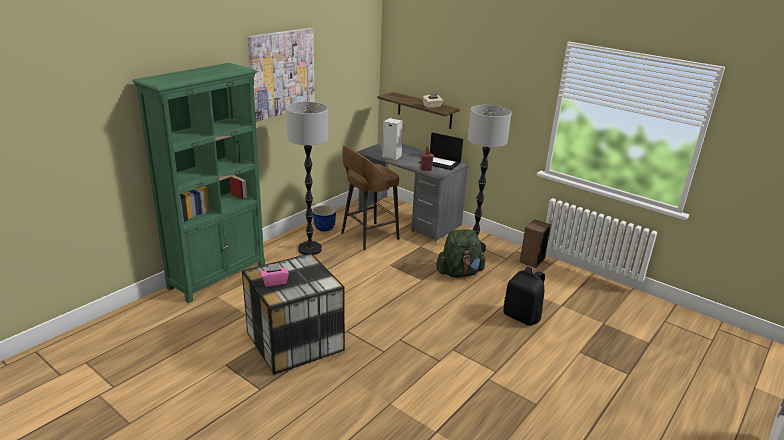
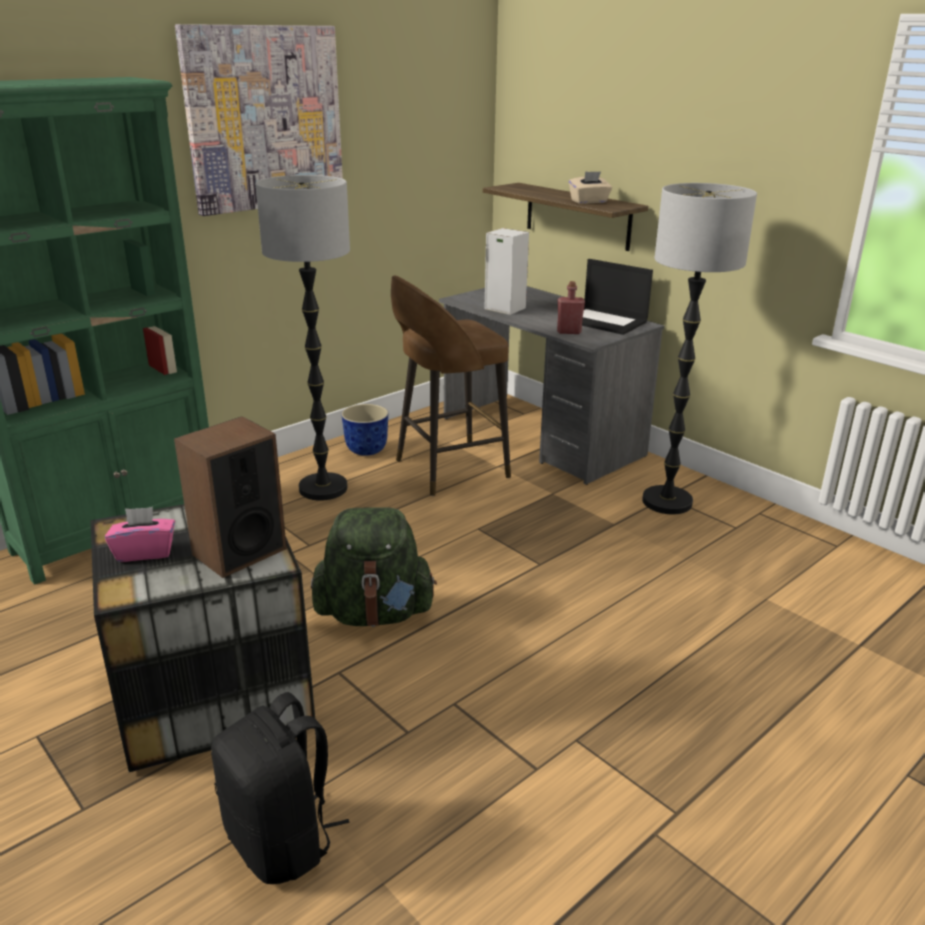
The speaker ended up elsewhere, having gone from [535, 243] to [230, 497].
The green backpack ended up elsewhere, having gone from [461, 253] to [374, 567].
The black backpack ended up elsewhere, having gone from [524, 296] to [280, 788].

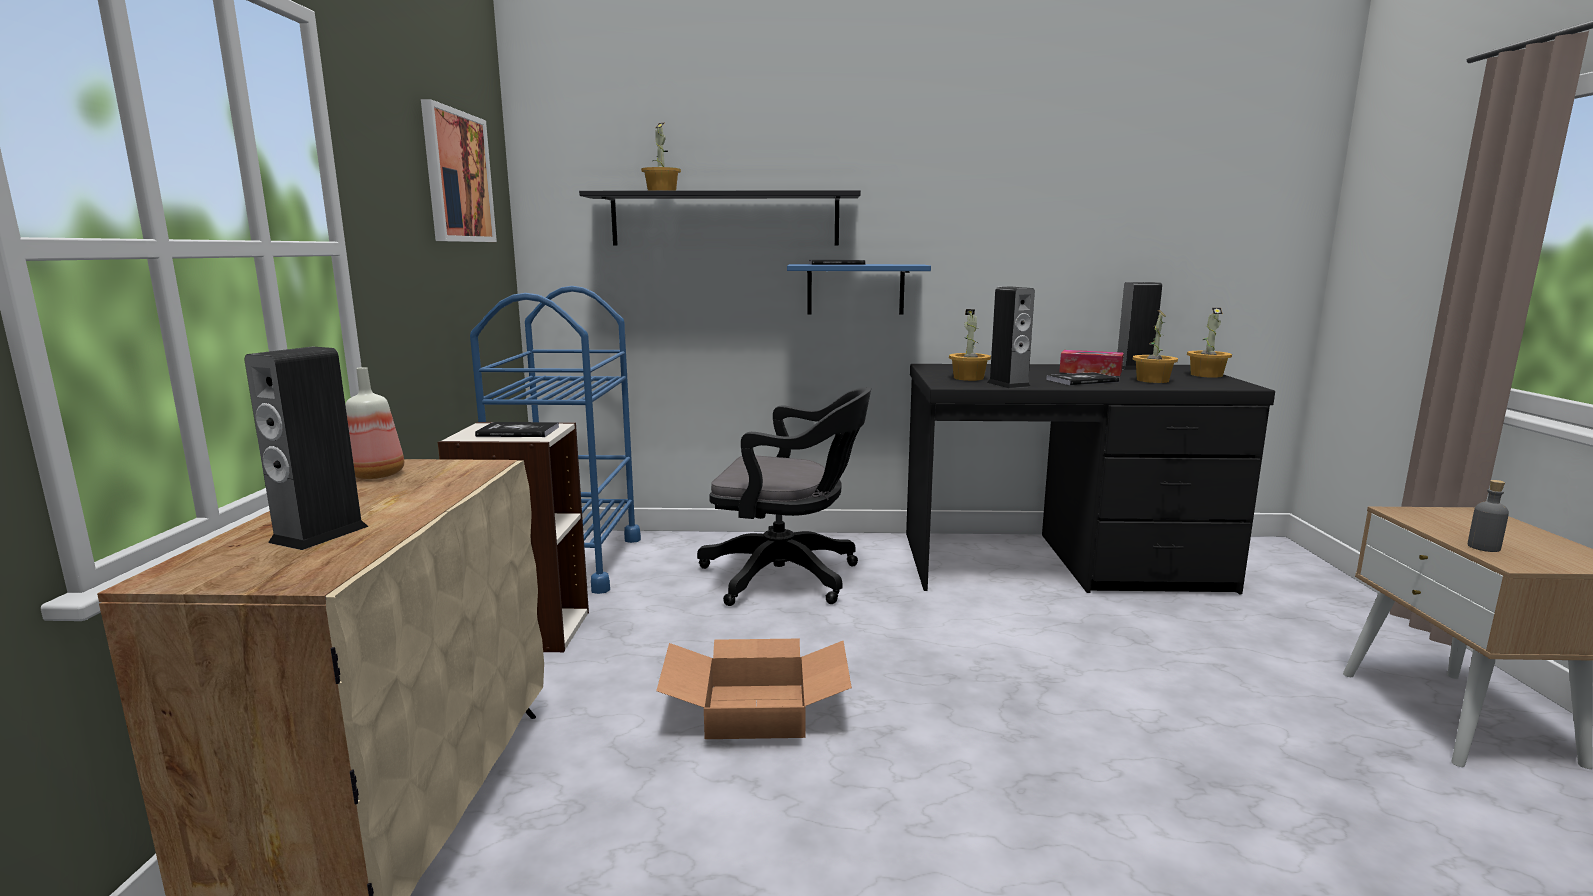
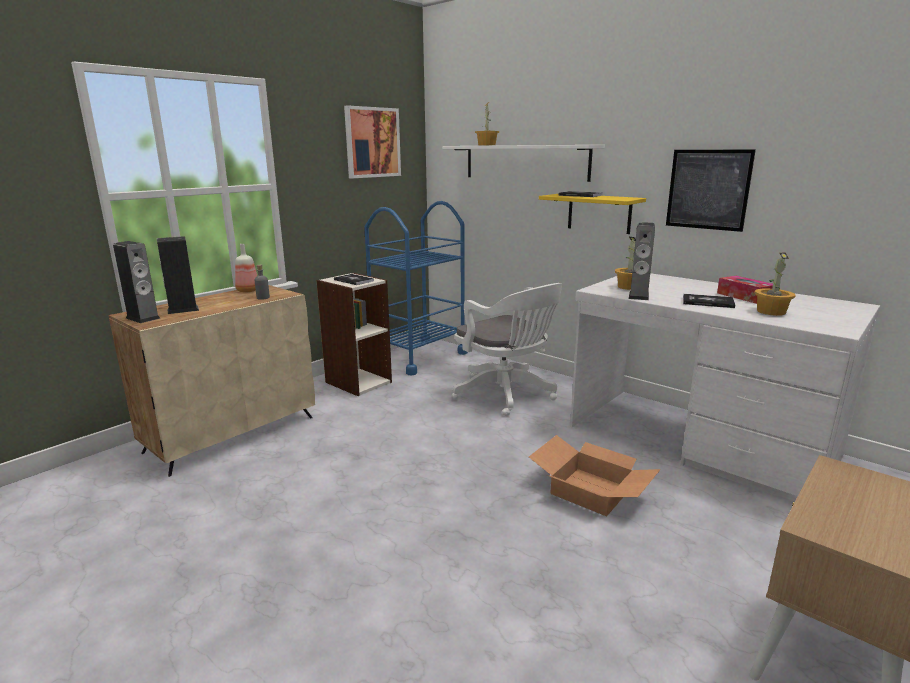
What was the black shelf at [720, 217] turned into the white shelf at [523, 163].
What was the blue shelf at [859, 289] turned into the yellow shelf at [592, 214].
The speaker ended up elsewhere, having gone from [1140, 326] to [137, 282].
The second view lost the potted plant at [1209, 343].
What was the black desk at [1090, 479] turned into the white desk at [725, 387].
What was the black office chair at [784, 496] turned into the white office chair at [507, 349].
The grey bottle ended up elsewhere, having gone from [1488, 516] to [262, 282].
The cardboard box ended up elsewhere, having gone from [754, 689] to [595, 475].
The second view gained the picture at [711, 191].

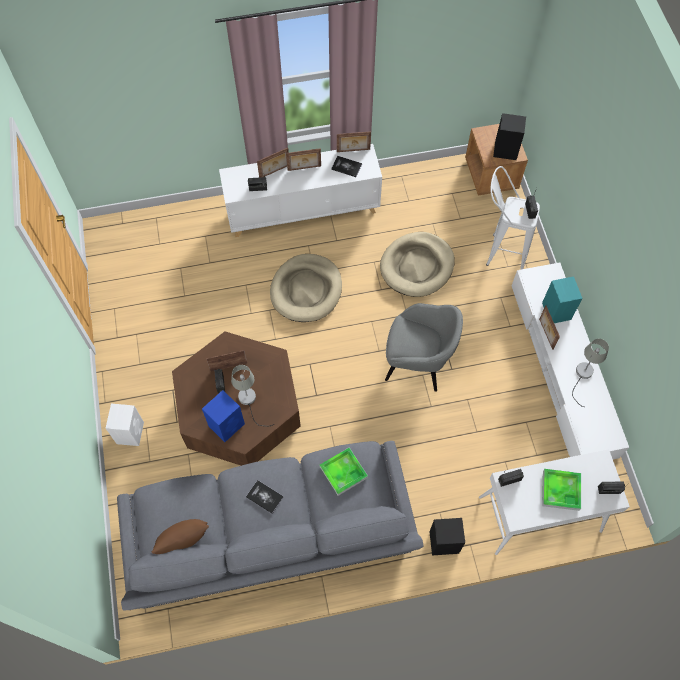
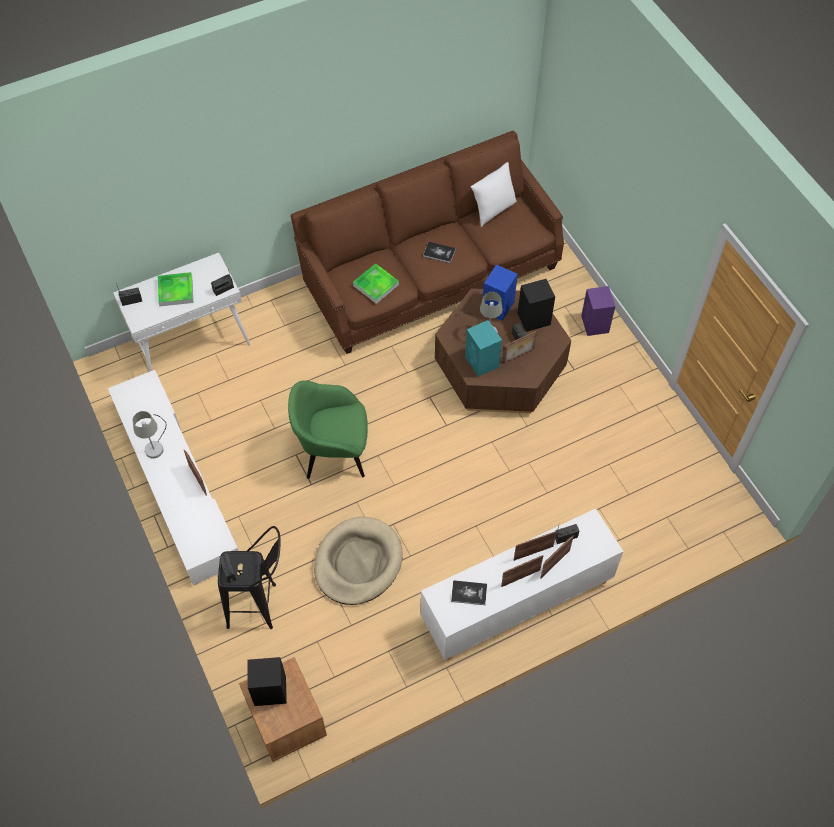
The picture frame ended up elsewhere, having gone from [354, 141] to [535, 546].
What was the white stool at [513, 217] turned into the black stool at [249, 577].
The second view lost the beige dog bed at [306, 288].
The turquoise speaker ended up elsewhere, having gone from [562, 299] to [483, 348].
What was the grey armchair at [424, 347] turned into the green armchair at [328, 429].
What was the white speaker at [125, 425] turned into the purple speaker at [598, 311].
What was the grey sofa at [270, 526] turned into the brown sofa at [427, 242].
The black speaker ended up elsewhere, having gone from [447, 536] to [536, 305].
What was the brown pillow at [180, 536] turned into the white pillow at [494, 194].

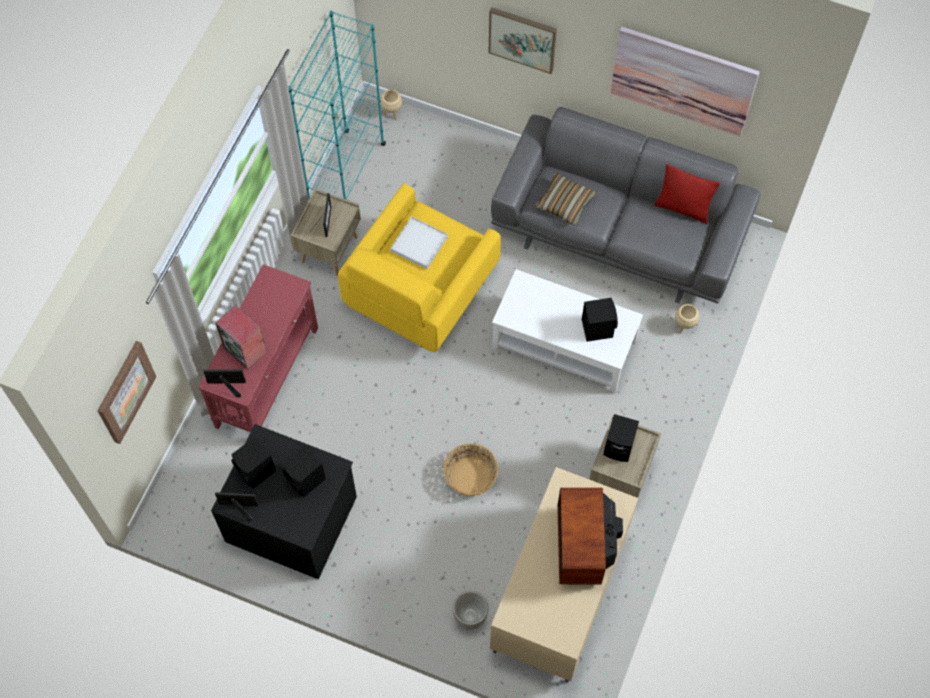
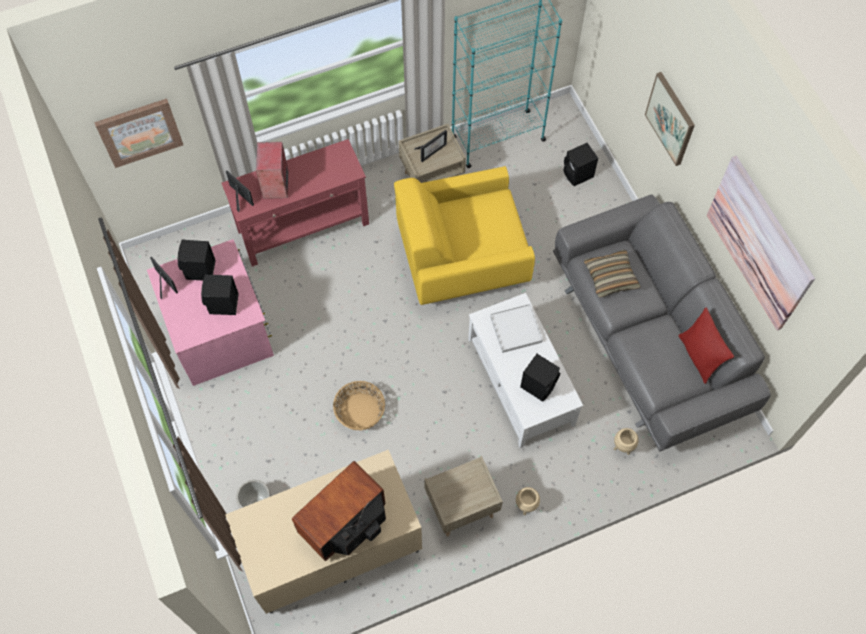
The beige planter ended up elsewhere, having gone from [391, 104] to [528, 501].
The white tray ended up elsewhere, having gone from [419, 242] to [516, 328].
The black speaker ended up elsewhere, having gone from [621, 438] to [580, 164].
What was the black dresser at [284, 501] turned into the pink dresser at [210, 312].

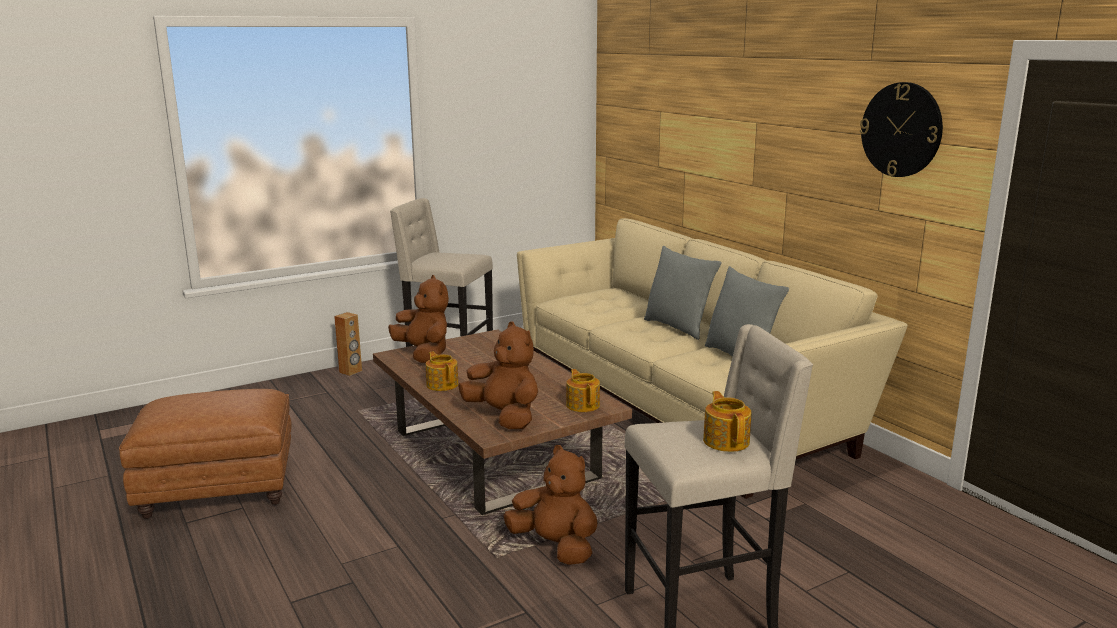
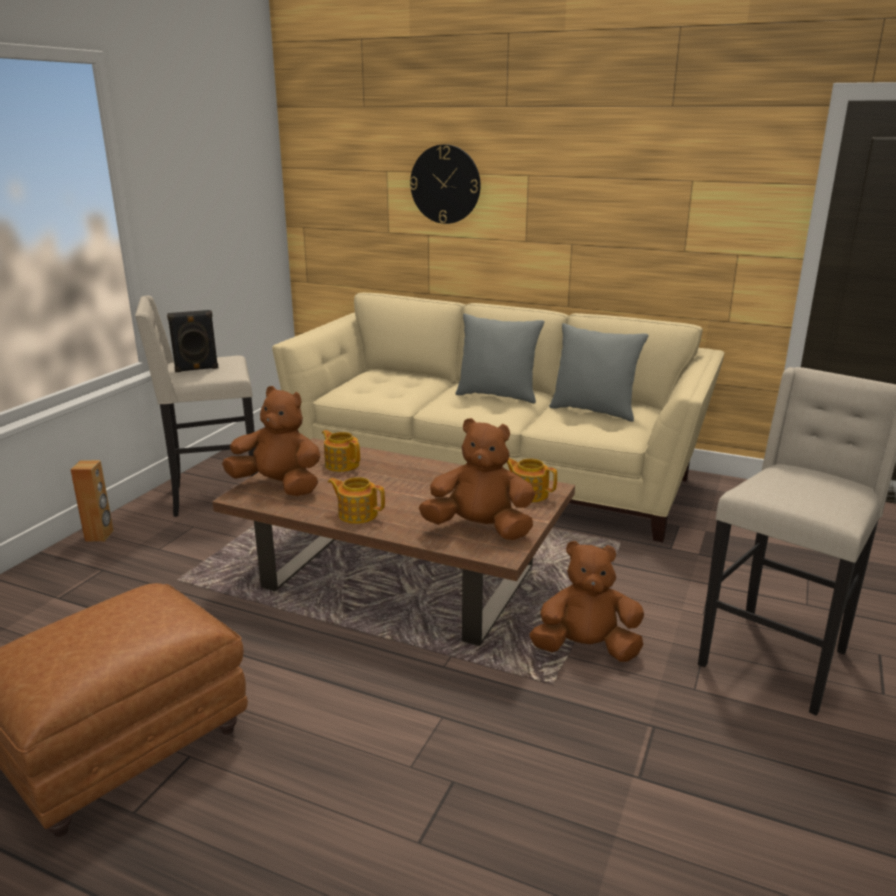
The wall clock ended up elsewhere, having gone from [901, 129] to [445, 184].
The teapot ended up elsewhere, having gone from [727, 421] to [341, 451].
The second view gained the black speaker at [192, 341].

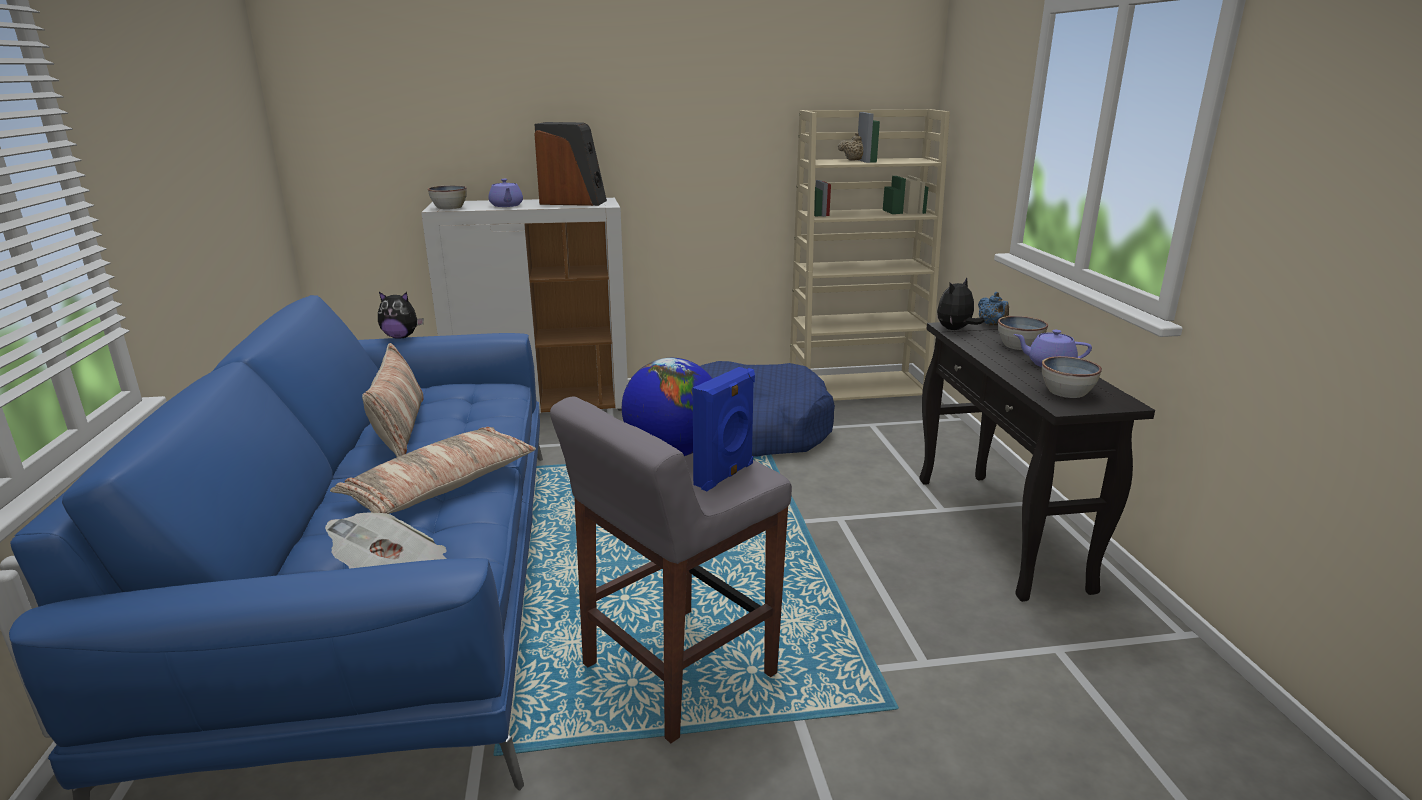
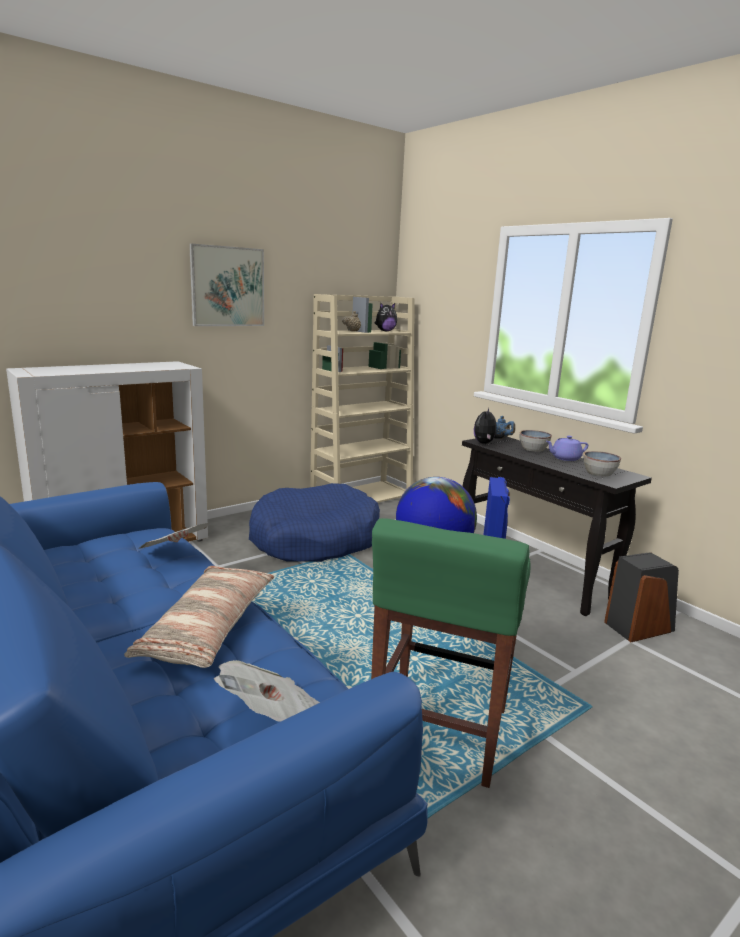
The speaker ended up elsewhere, having gone from [570, 164] to [641, 597].
The second view lost the purple teapot at [506, 193].
The second view lost the bowl at [447, 197].
The plush toy ended up elsewhere, having gone from [401, 315] to [386, 317].
The second view lost the pillow at [393, 400].
What was the grey stool at [671, 569] turned into the green stool at [451, 653].
The second view gained the picture at [226, 285].
The second view gained the newspaper at [174, 536].

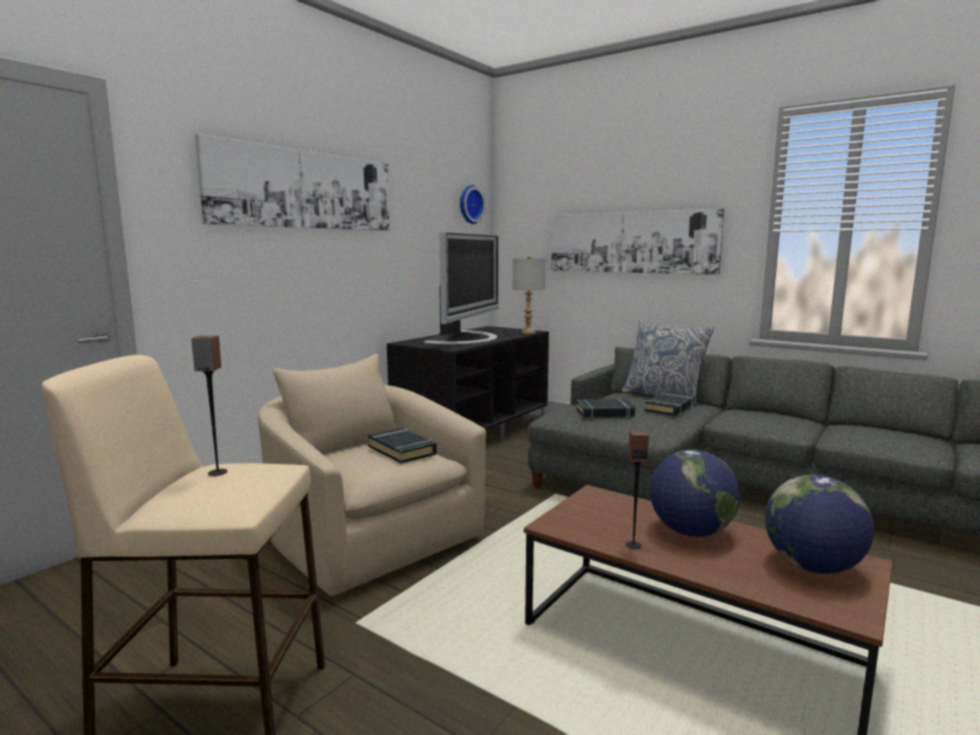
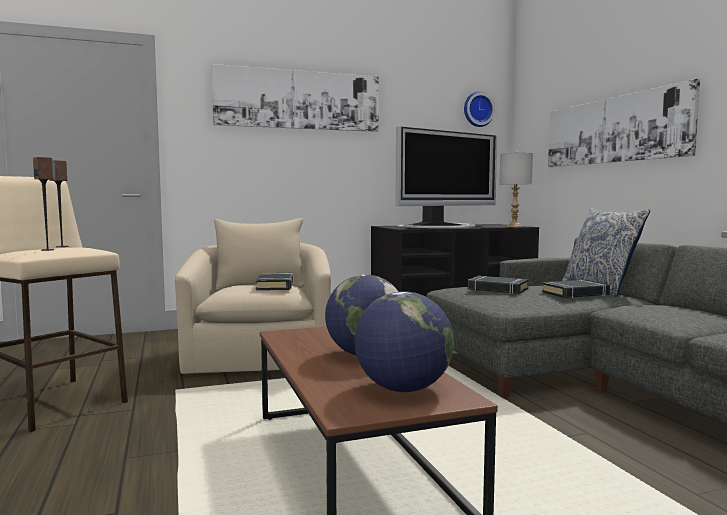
The speaker ended up elsewhere, having gone from [637, 489] to [44, 204].

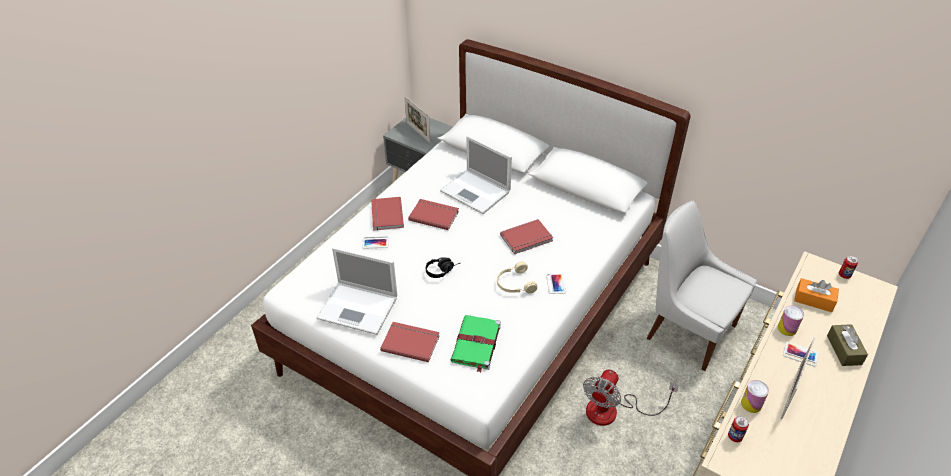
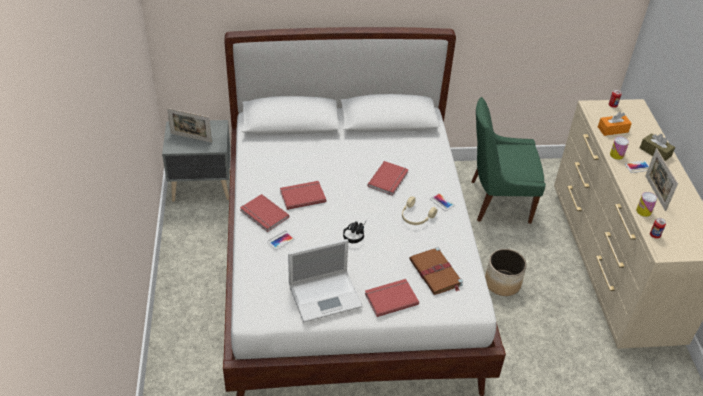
The second view lost the laptop at [476, 175].
What was the white chair at [702, 286] turned into the green chair at [508, 160].
What was the green book at [476, 344] turned into the brown book at [436, 271].
Where the fan stood at [631, 397], the planter came to stand at [506, 272].

